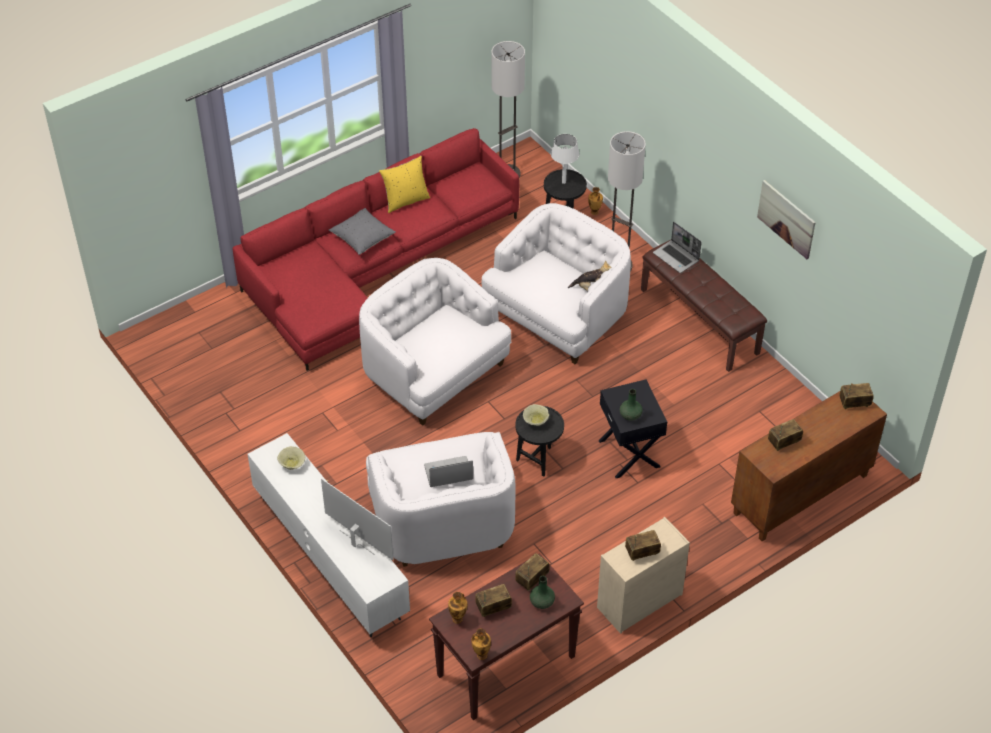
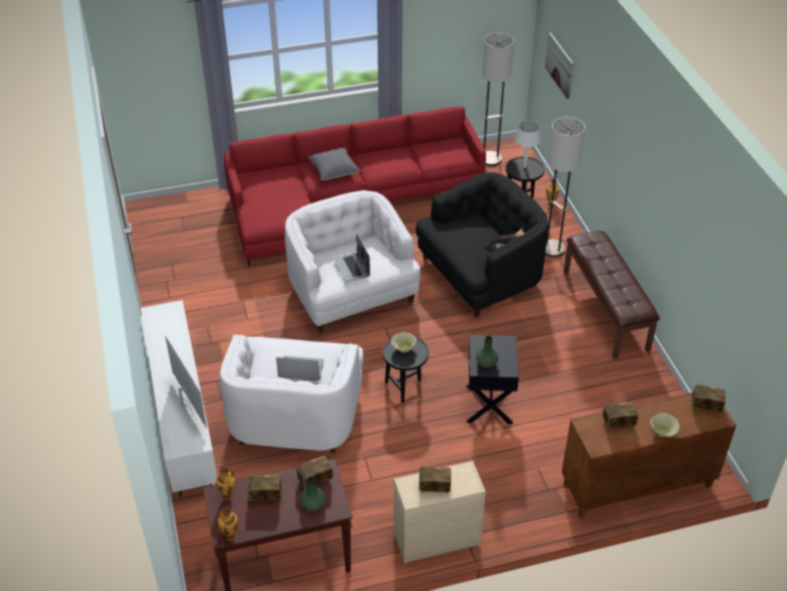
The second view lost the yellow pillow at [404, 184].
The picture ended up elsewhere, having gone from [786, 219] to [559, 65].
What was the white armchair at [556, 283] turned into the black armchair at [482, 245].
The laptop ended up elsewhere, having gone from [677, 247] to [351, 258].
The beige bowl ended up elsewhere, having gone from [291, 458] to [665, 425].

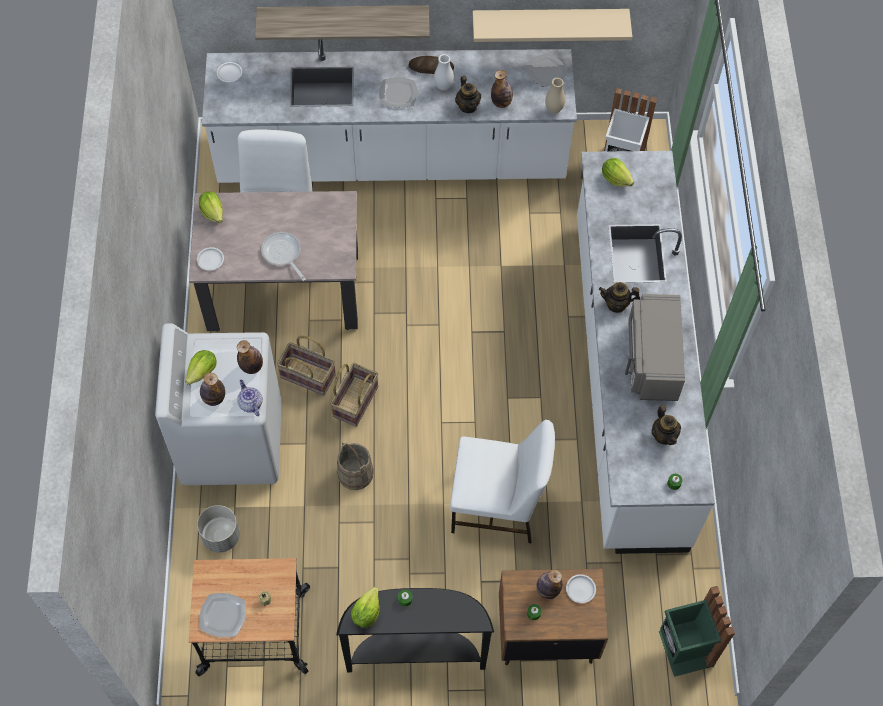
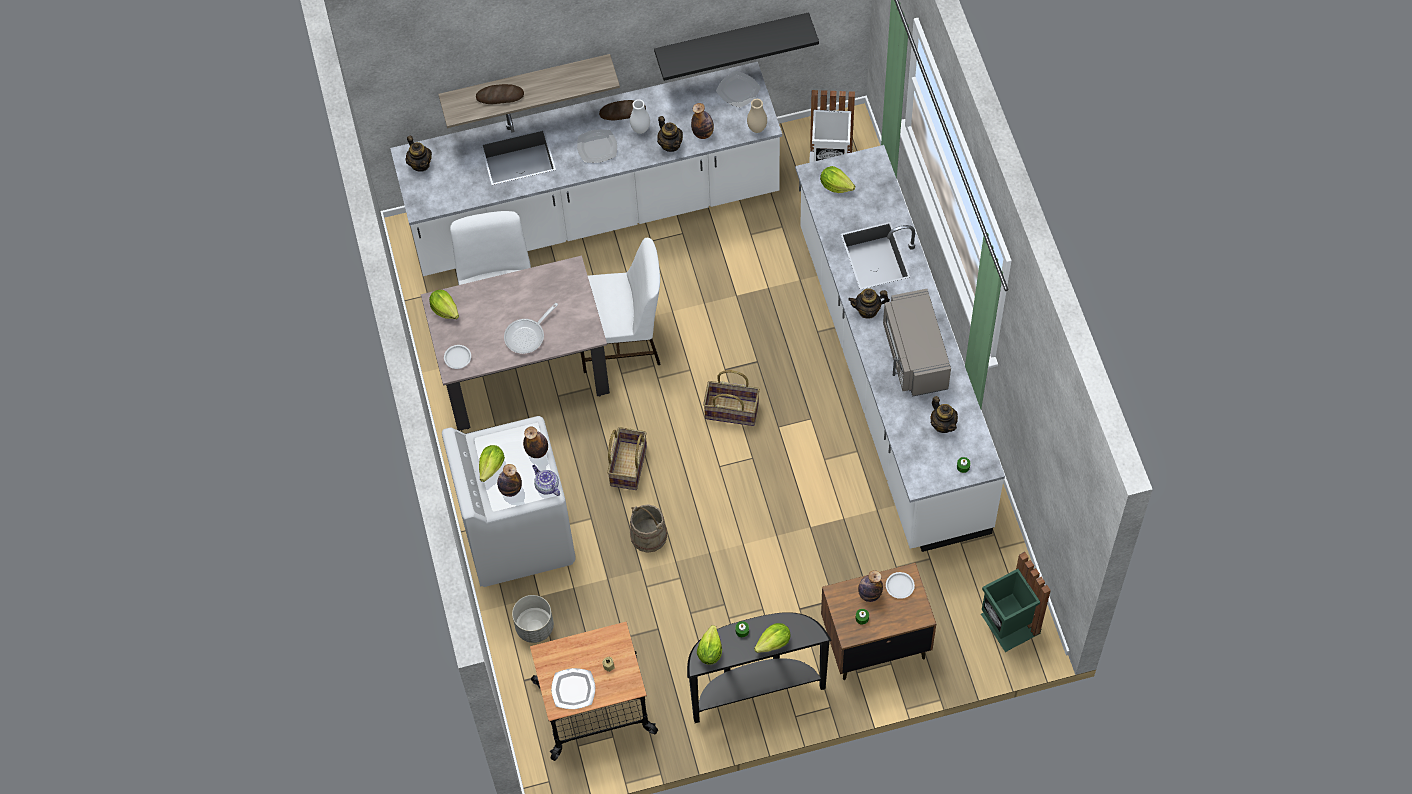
What was the beige shelf at [552, 25] turned into the black shelf at [736, 46].
Where the white plate stood at [229, 72], the teapot came to stand at [419, 153].
The frying pan at [283, 256] ended up facing another way, 90 degrees counterclockwise from before.
The basket ended up elsewhere, having gone from [306, 365] to [731, 398].
The white chair ended up elsewhere, having gone from [502, 481] to [620, 305].
The second view gained the bread at [500, 94].
The second view gained the lettuce at [772, 638].

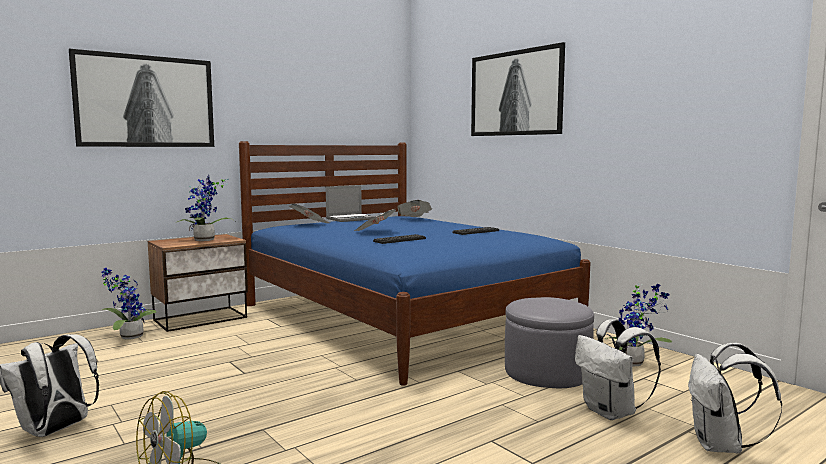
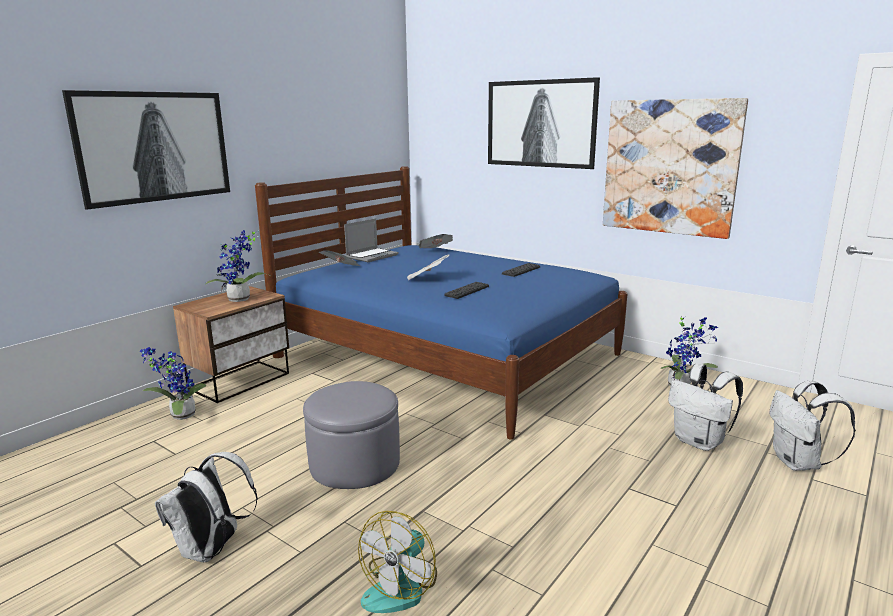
The grey ottoman ended up elsewhere, having gone from [549, 342] to [351, 435].
The second view gained the picture at [675, 168].

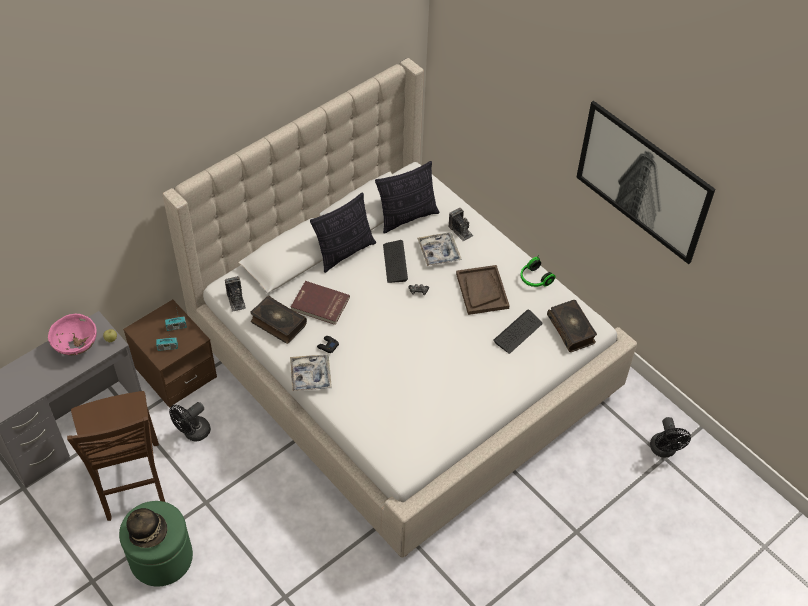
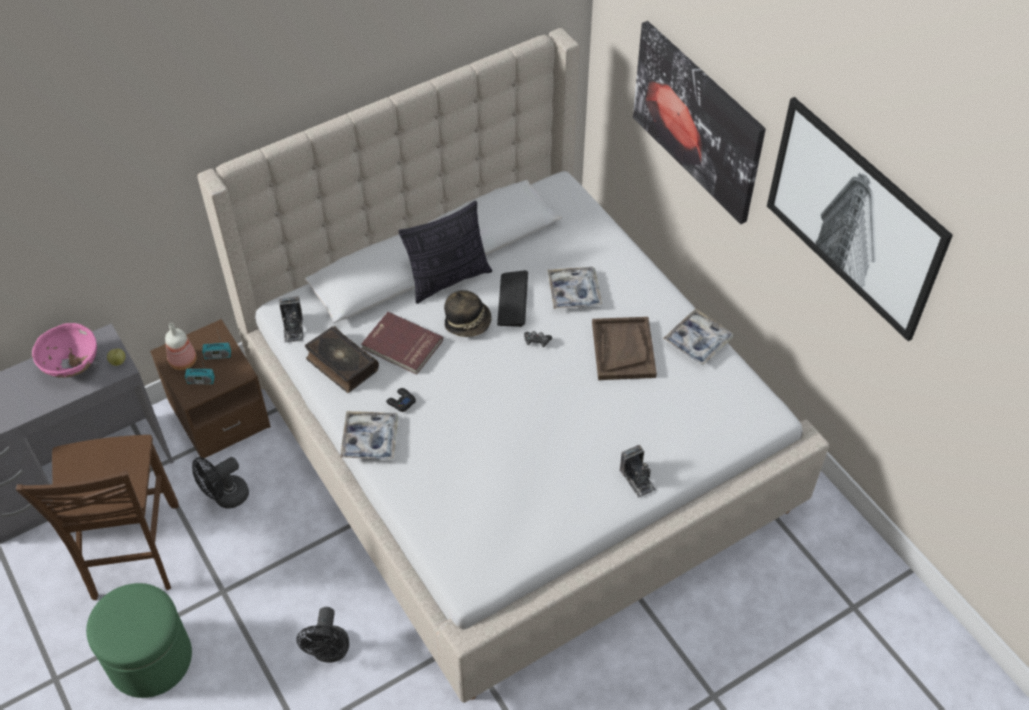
The second view lost the pillow at [407, 197].
The photo camera ended up elsewhere, having gone from [461, 224] to [638, 471].
Where the headphones stood at [538, 271], the tray came to stand at [698, 337].
The second view lost the book at [572, 326].
The second view lost the keyboard at [518, 332].
The black fan ended up elsewhere, having gone from [670, 437] to [322, 635].
The hat ended up elsewhere, having gone from [146, 528] to [468, 313].
The second view gained the picture at [699, 122].
The second view gained the bottle at [181, 346].

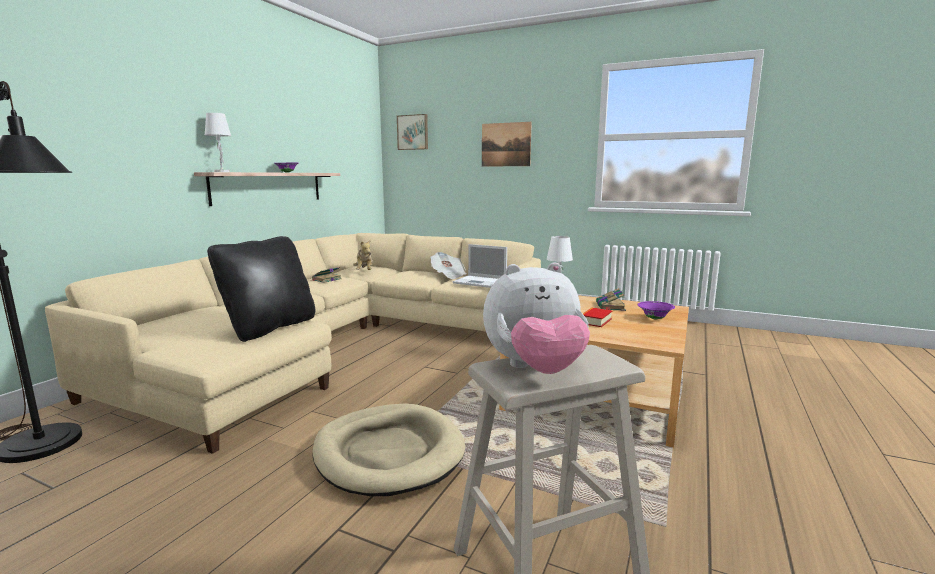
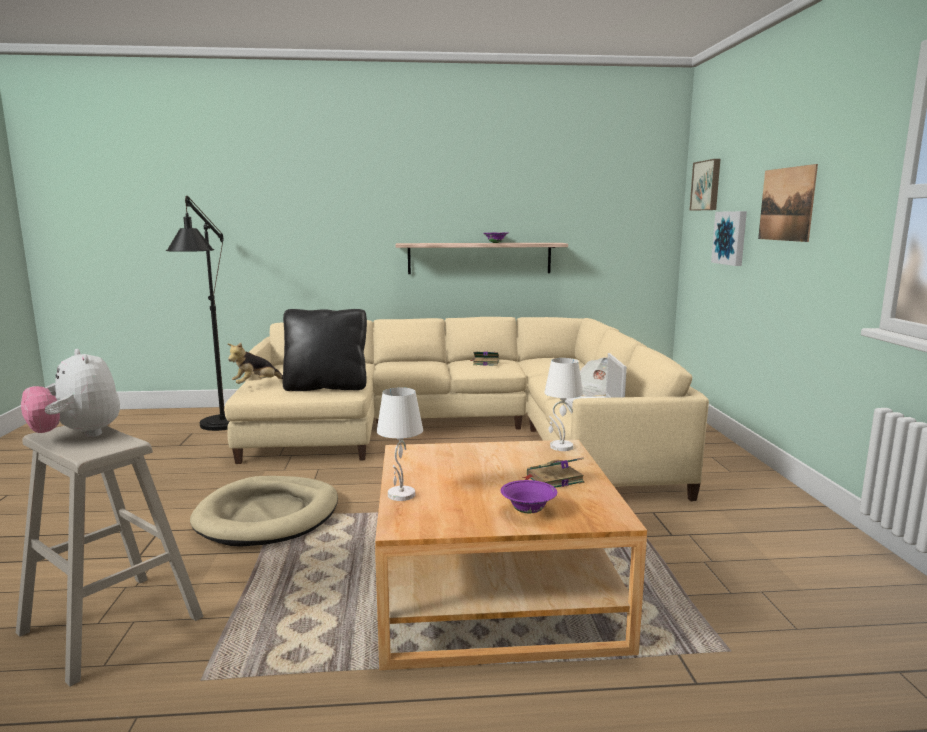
The white table lamp ended up elsewhere, having gone from [218, 142] to [400, 444].
The plush toy ended up elsewhere, having gone from [363, 254] to [255, 363].
The second view lost the book at [597, 317].
The second view gained the picture at [729, 238].

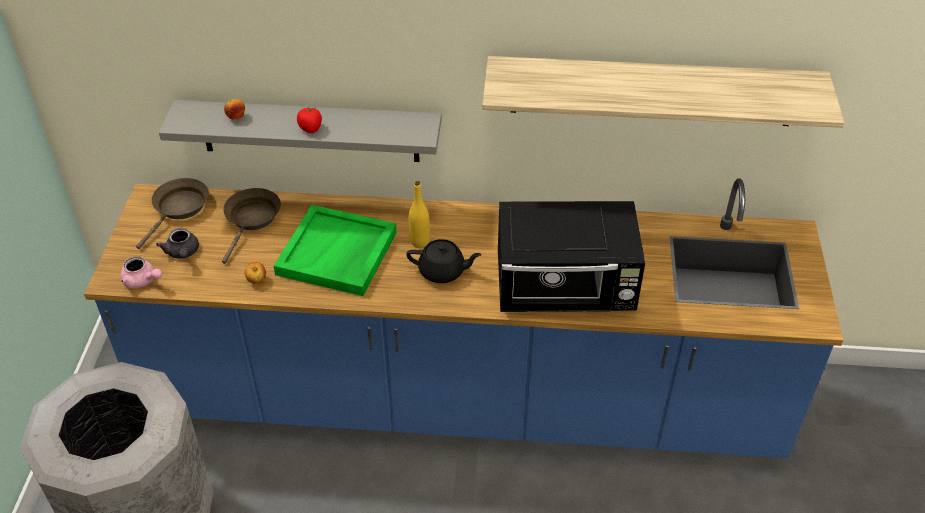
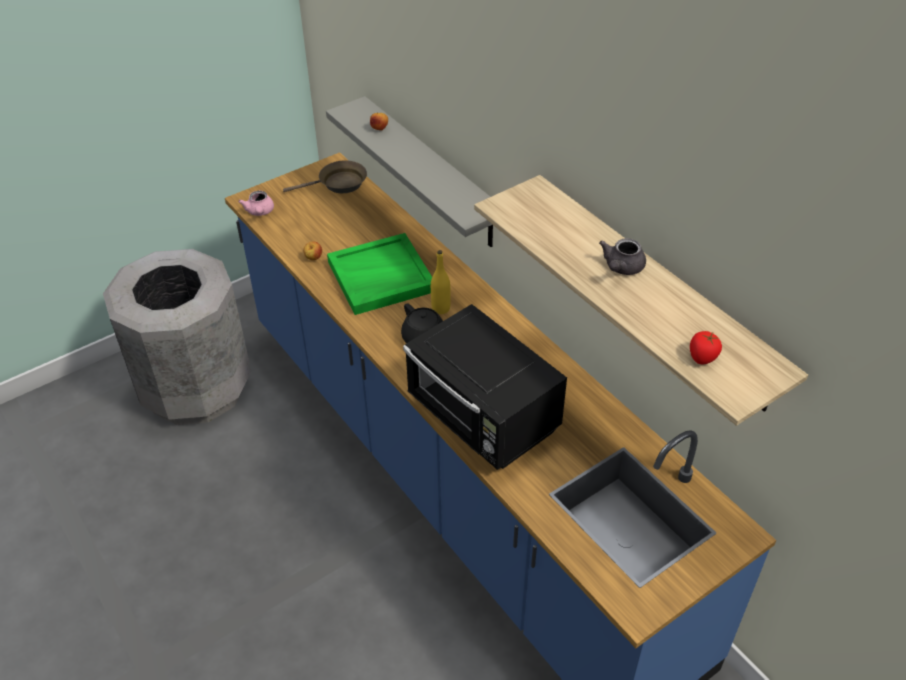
The tomato ended up elsewhere, having gone from [309, 120] to [706, 348].
The second view lost the brown frying pan at [251, 226].
The grey teapot ended up elsewhere, having gone from [177, 243] to [622, 256].

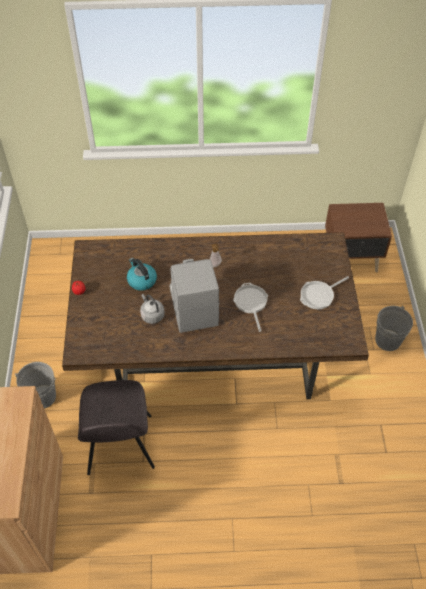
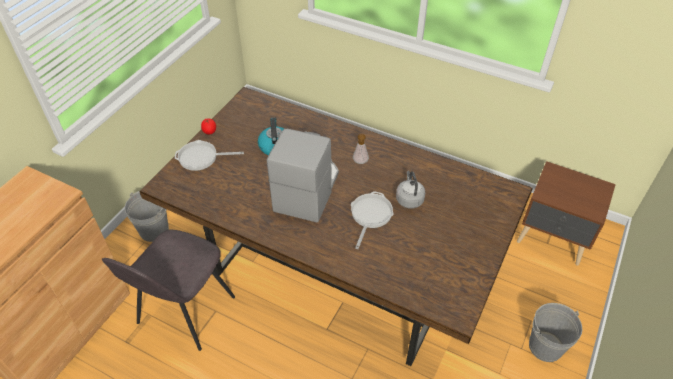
The frying pan ended up elsewhere, having gone from [324, 292] to [209, 155].
The grey kettle ended up elsewhere, having gone from [152, 309] to [410, 189].

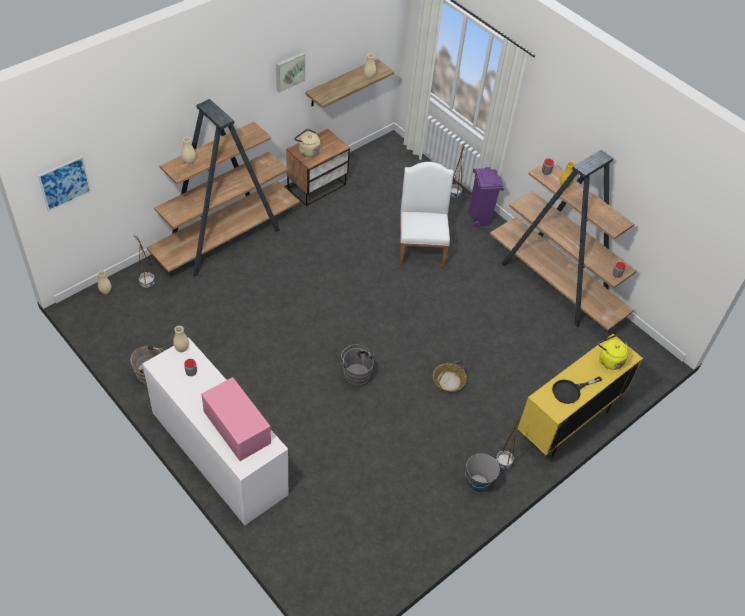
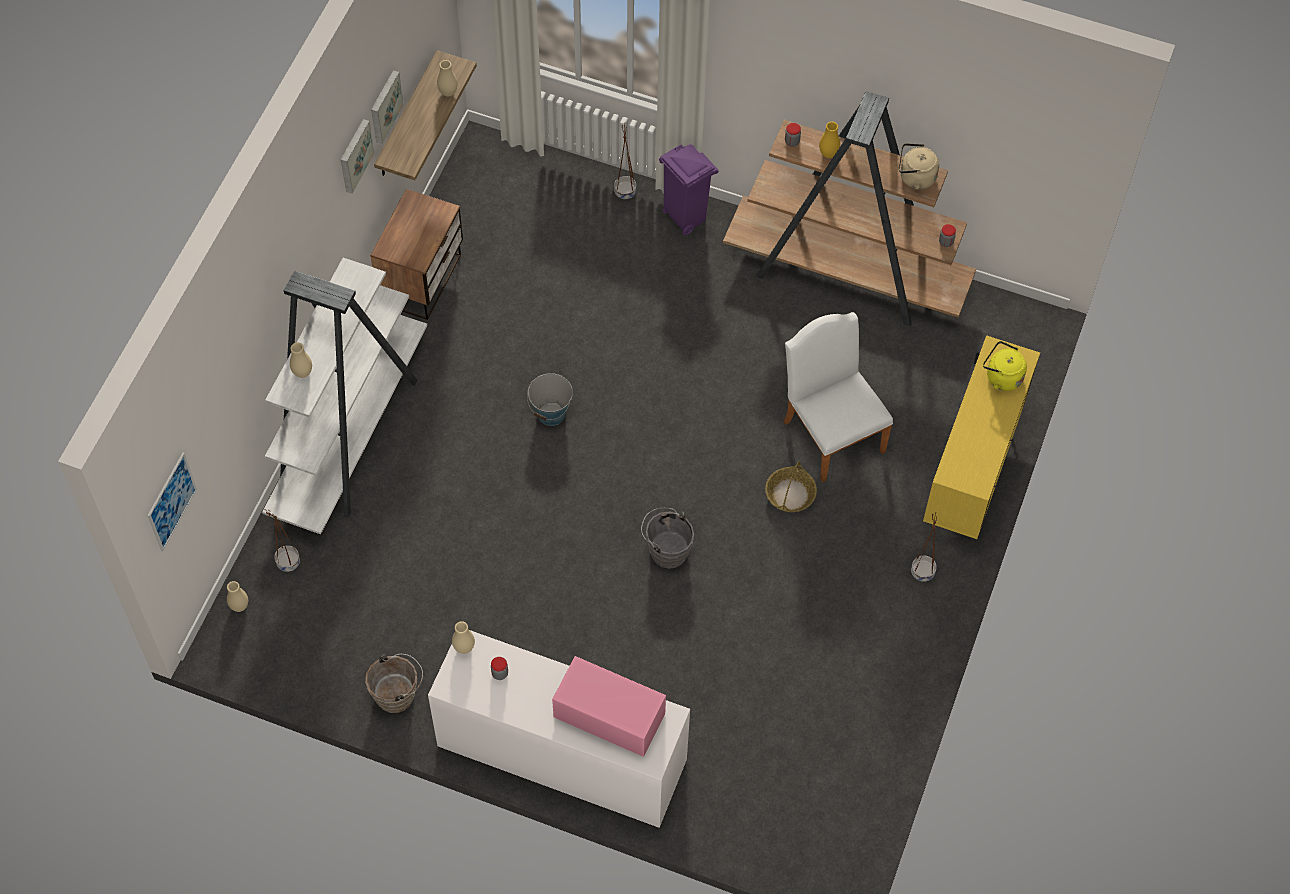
What was the brown bookcase at [223, 188] turned into the white bookcase at [344, 396].
The beige kettle ended up elsewhere, having gone from [307, 143] to [919, 166].
The white chair ended up elsewhere, having gone from [426, 215] to [838, 397].
The second view lost the black frying pan at [577, 390].
The bucket ended up elsewhere, having gone from [482, 472] to [550, 399].
The second view gained the picture at [387, 107].

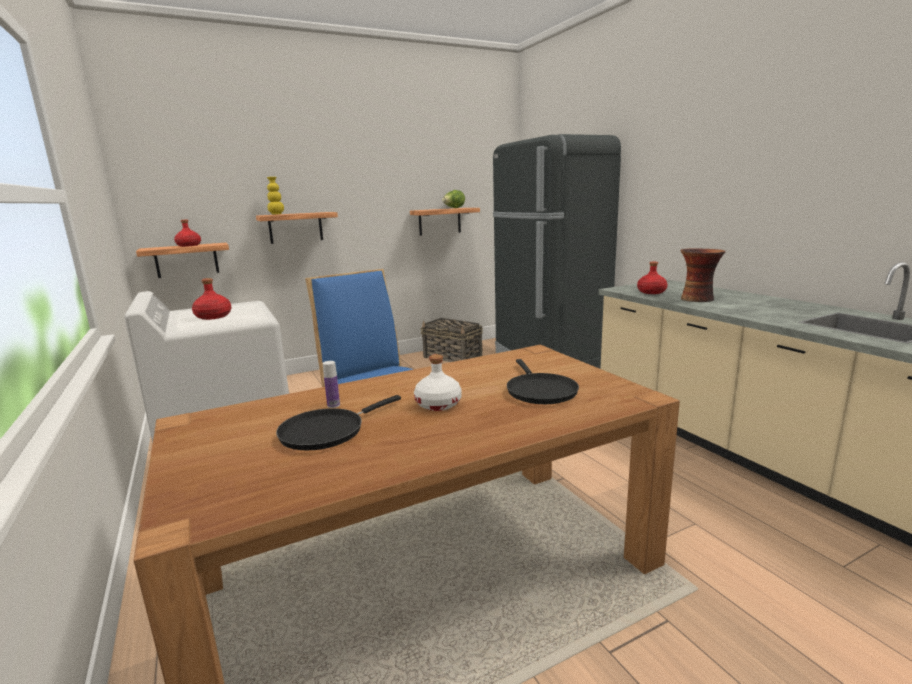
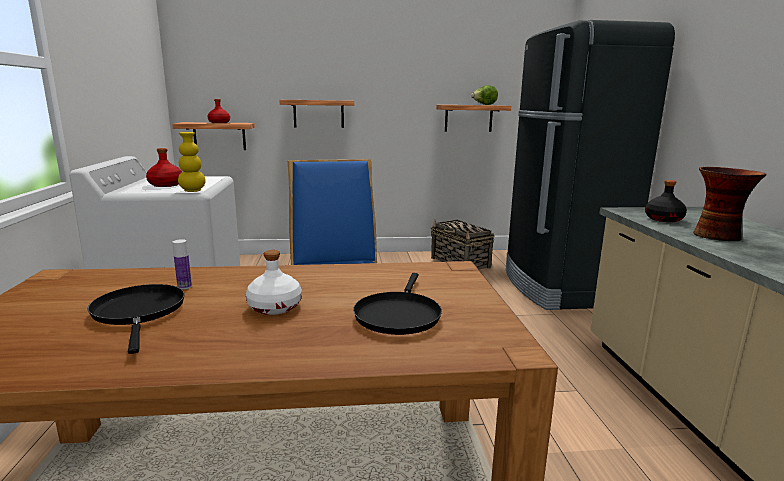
The yellow vase ended up elsewhere, having gone from [275, 196] to [192, 162].
What was the red bottle at [652, 278] turned into the black bottle at [666, 201].
The black frying pan at [338, 422] ended up facing another way, 90 degrees clockwise from before.

